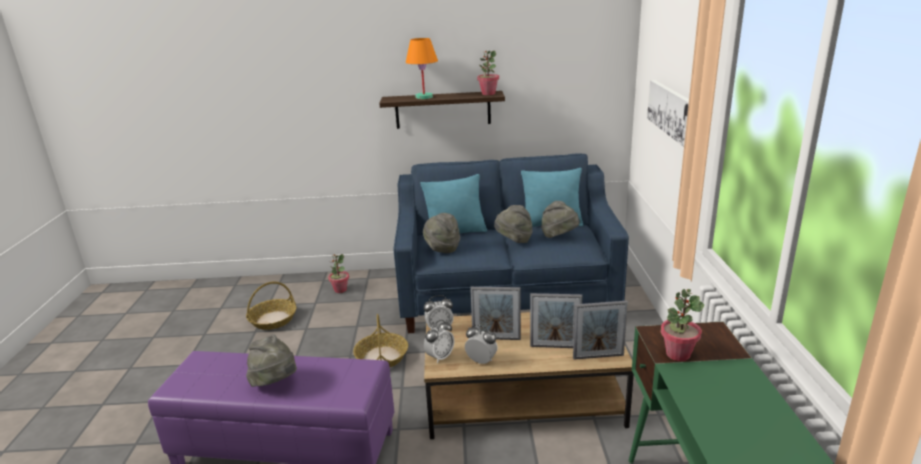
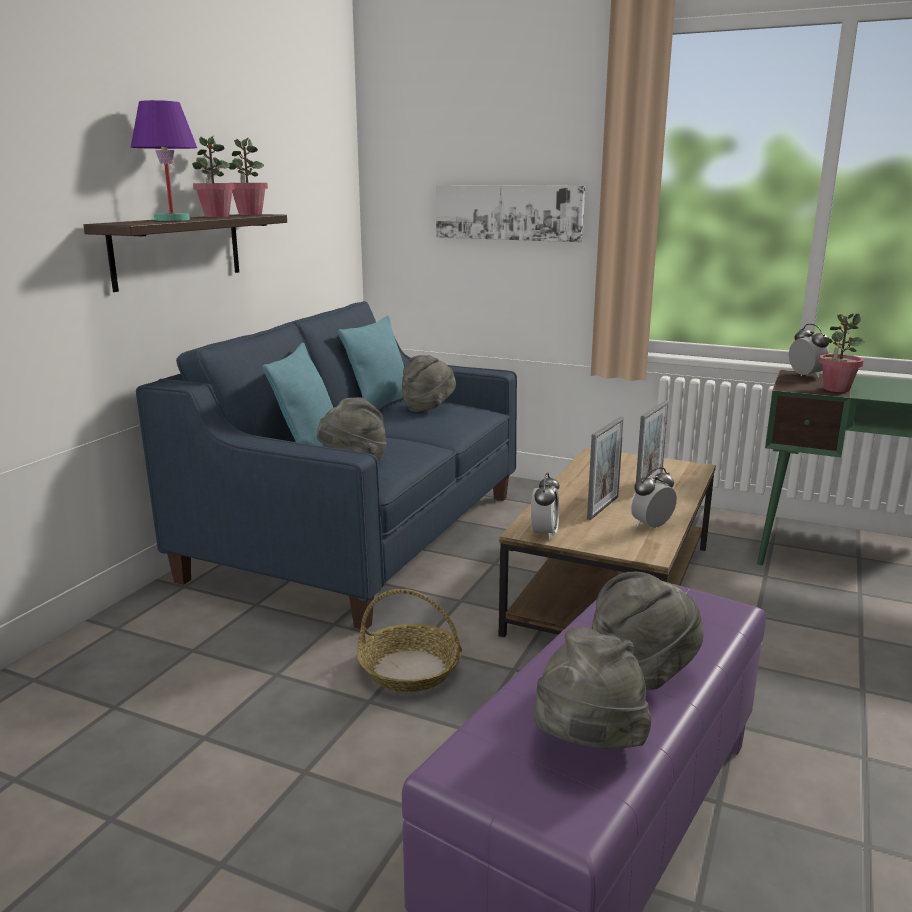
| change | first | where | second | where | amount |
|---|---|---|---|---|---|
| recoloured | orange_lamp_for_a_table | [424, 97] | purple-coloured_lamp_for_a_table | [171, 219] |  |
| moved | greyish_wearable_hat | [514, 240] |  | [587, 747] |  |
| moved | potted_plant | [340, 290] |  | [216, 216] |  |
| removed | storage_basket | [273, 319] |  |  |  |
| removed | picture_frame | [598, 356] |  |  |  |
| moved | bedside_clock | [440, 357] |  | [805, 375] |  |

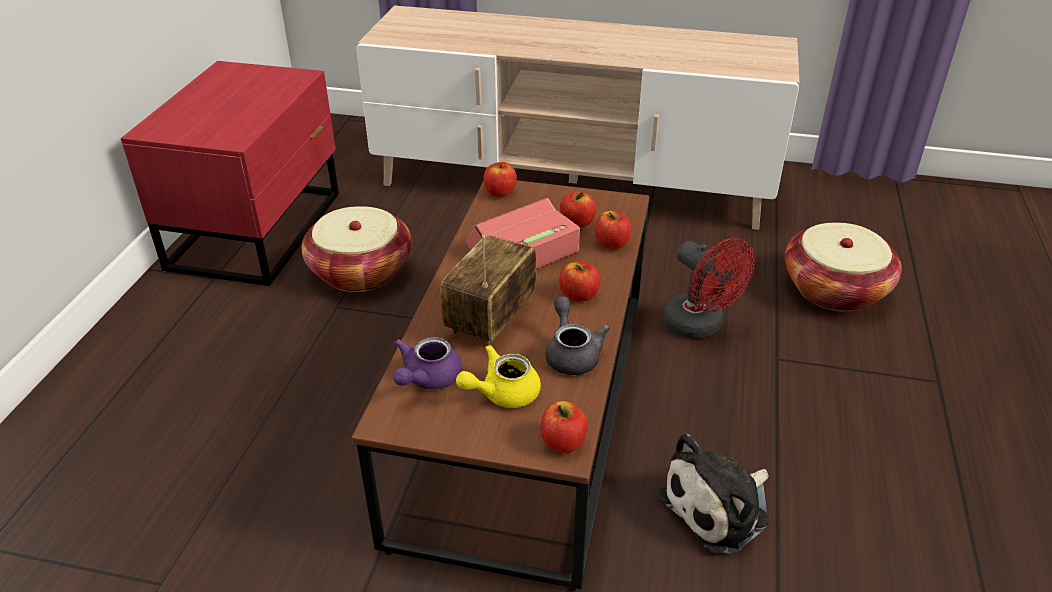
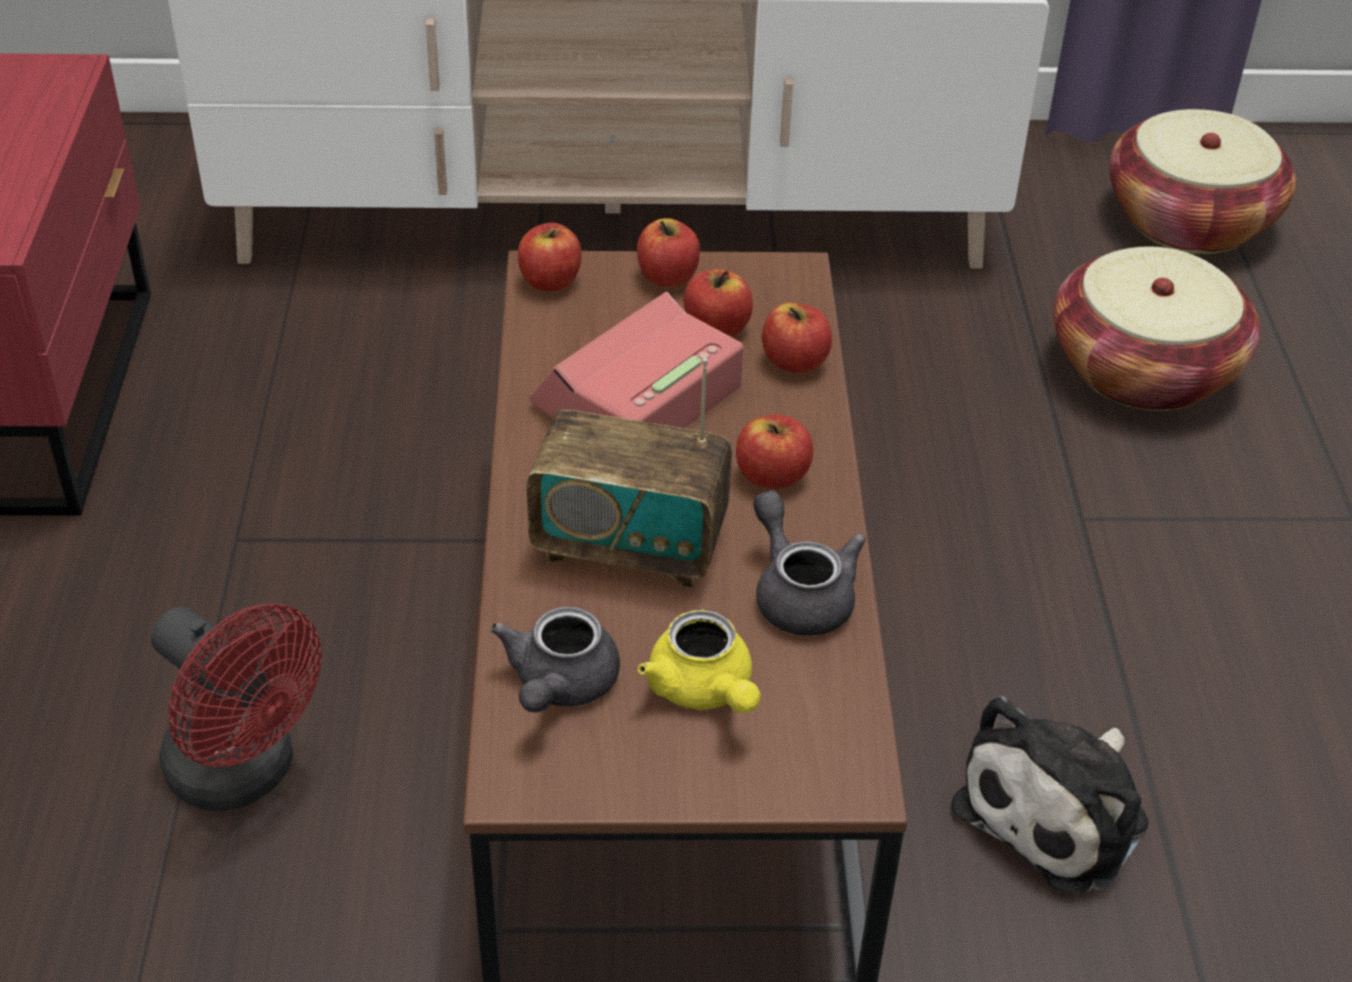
| change | first | where | second | where | amount |
|---|---|---|---|---|---|
| moved | storage_basket | [360, 271] |  | [1189, 220] |  |
| turned | radio_set | [491, 318] |  | [630, 546] | 90 degrees counterclockwise |
| moved | red-coloured_electric_fan | [700, 326] |  | [245, 774] |  |
| recoloured | purple-coloured_pot_for_tea | [427, 379] | greyish_pot_for_tea | [558, 686] |  |
| turned | yellow_pot_for_tea | [502, 393] |  | [704, 691] | 75 degrees counterclockwise |
| moved | apple_fruit | [563, 442] |  | [668, 277] |  |

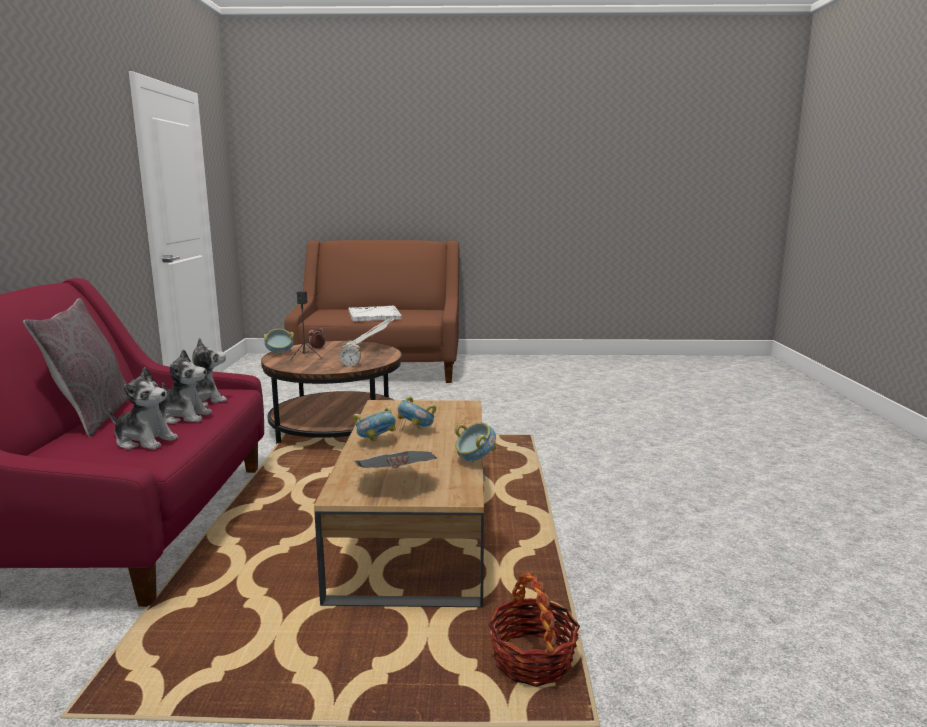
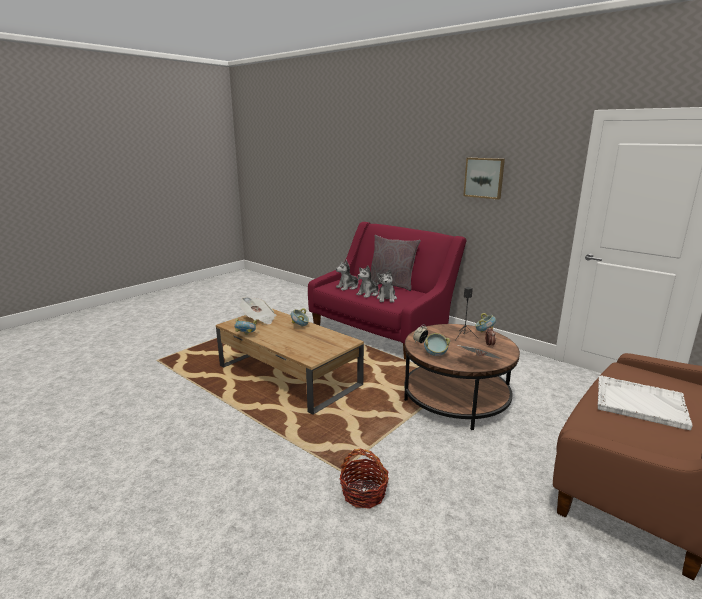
| change | first | where | second | where | amount |
|---|---|---|---|---|---|
| moved | serving_bowl | [416, 430] |  | [435, 355] |  |
| moved | storage_basket | [532, 660] |  | [364, 493] |  |
| added |  |  | wall_picture | [484, 178] |  |

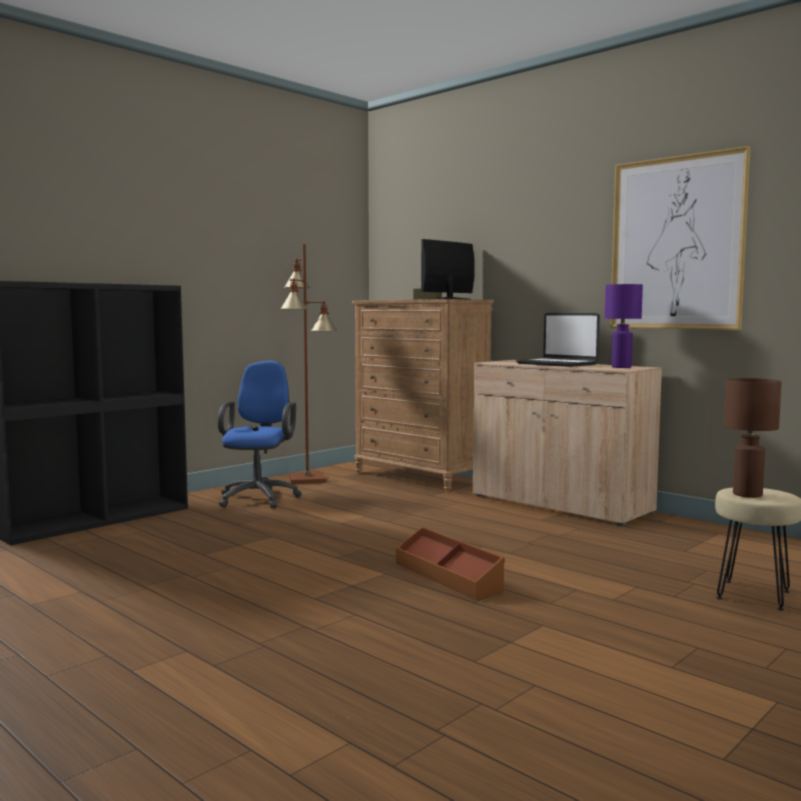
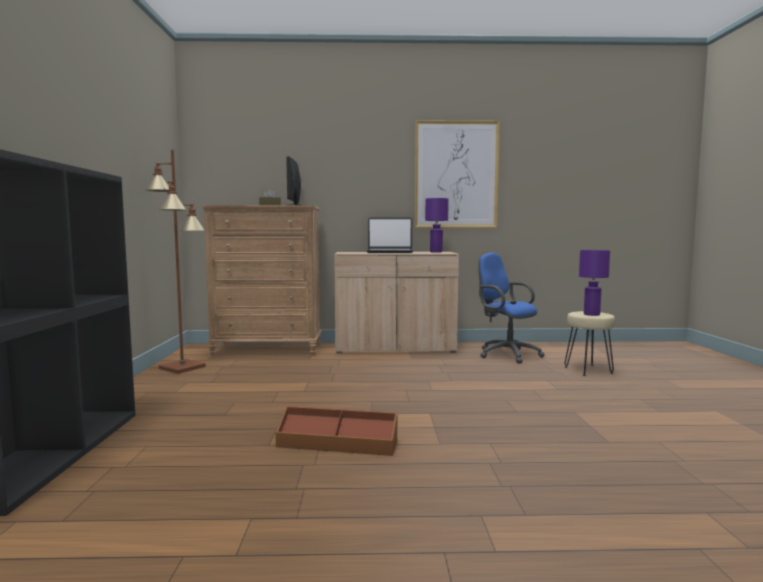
| change | first | where | second | where | amount |
|---|---|---|---|---|---|
| moved | bluish_computer_chair | [259, 497] |  | [505, 354] |  |
| recoloured | brown-coloured_lamp_for_a_table | [748, 495] | purple-coloured_lamp_for_a_table | [592, 314] |  |
| moved | brown-coloured_storage_bin | [448, 576] |  | [337, 443] |  |

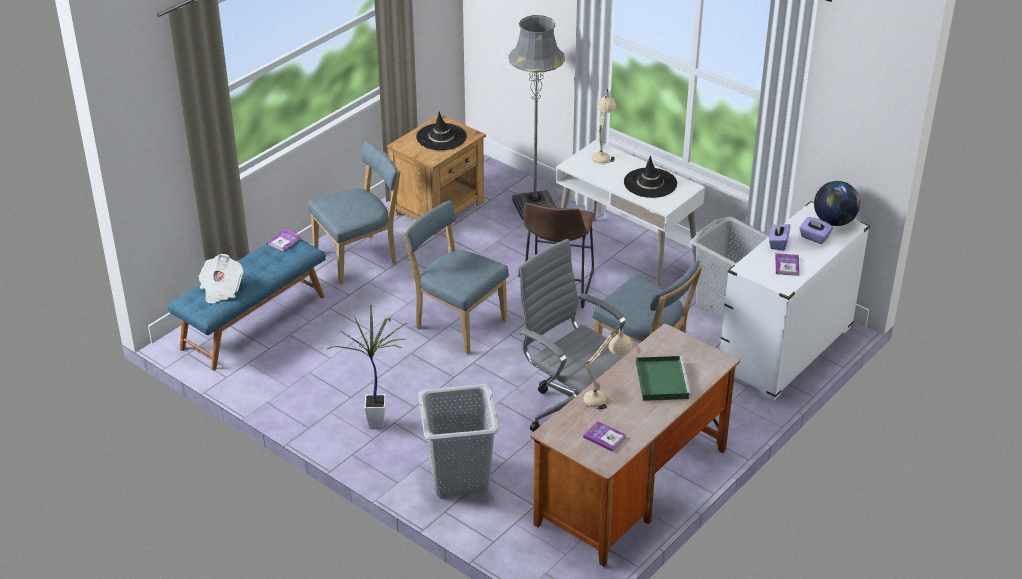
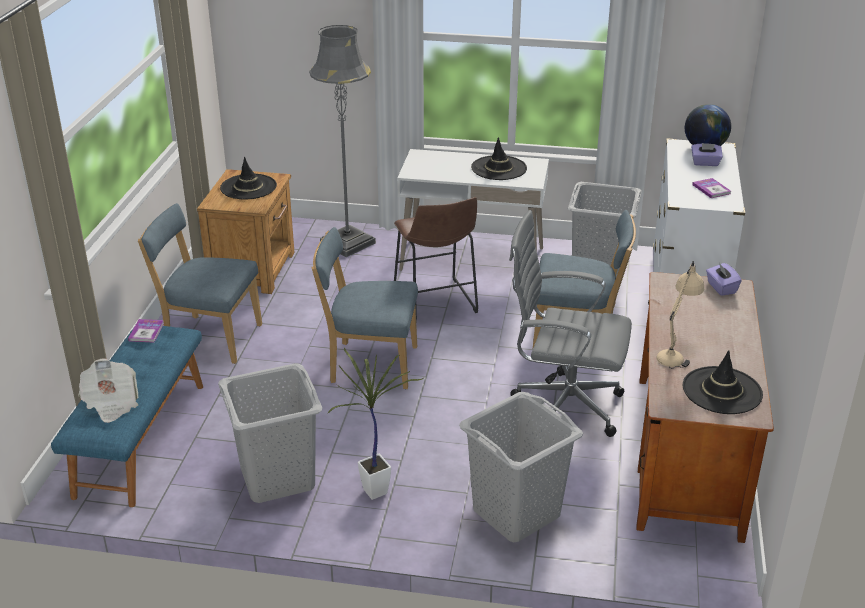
| change | first | where | second | where | amount |
|---|---|---|---|---|---|
| removed | sand-coloured_lamp_for_a_table | [603, 153] |  |  |  |
| turned | bluish_upright_chair | [359, 258] |  | [210, 338] | 105 degrees counterclockwise |
| moved | purple-coloured_box_of_tissues | [778, 243] |  | [721, 288] |  |
| removed | greenish_serving_tray | [661, 380] |  |  |  |
| replaced | volume | [604, 437] | black-coloured_wearable_hat | [722, 391] |  |
| added |  |  | greyish_hamper | [277, 477] |  |

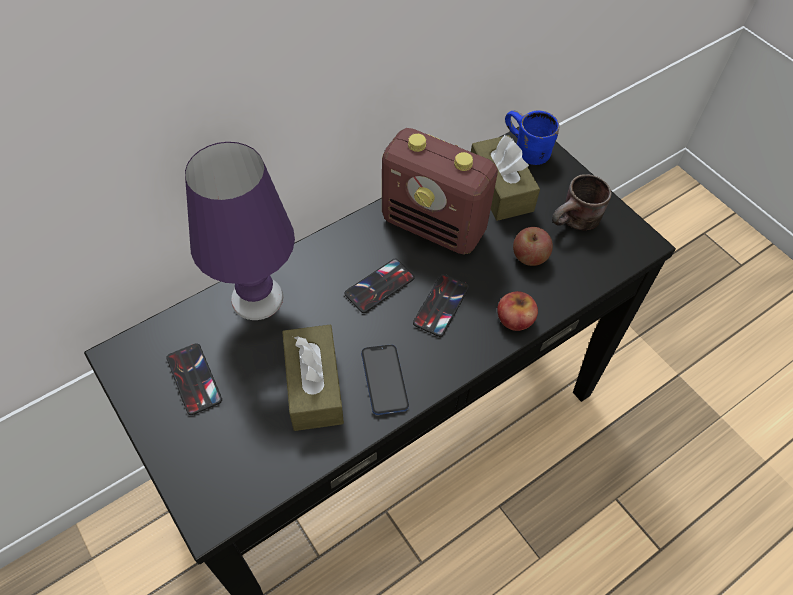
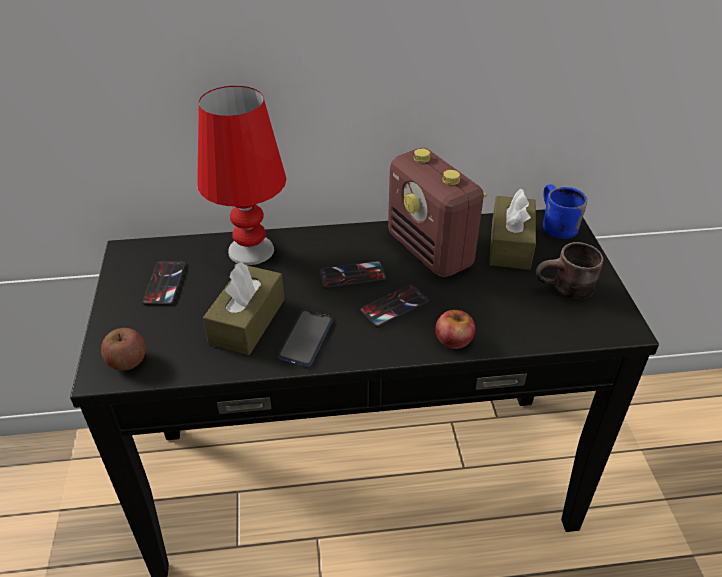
| change | first | where | second | where | amount |
|---|---|---|---|---|---|
| recoloured | purple-coloured_lamp_for_a_table | [256, 298] | red-coloured_lamp_for_a_table | [250, 250] |  |
| moved | apple_fruit | [529, 256] |  | [127, 361] |  |

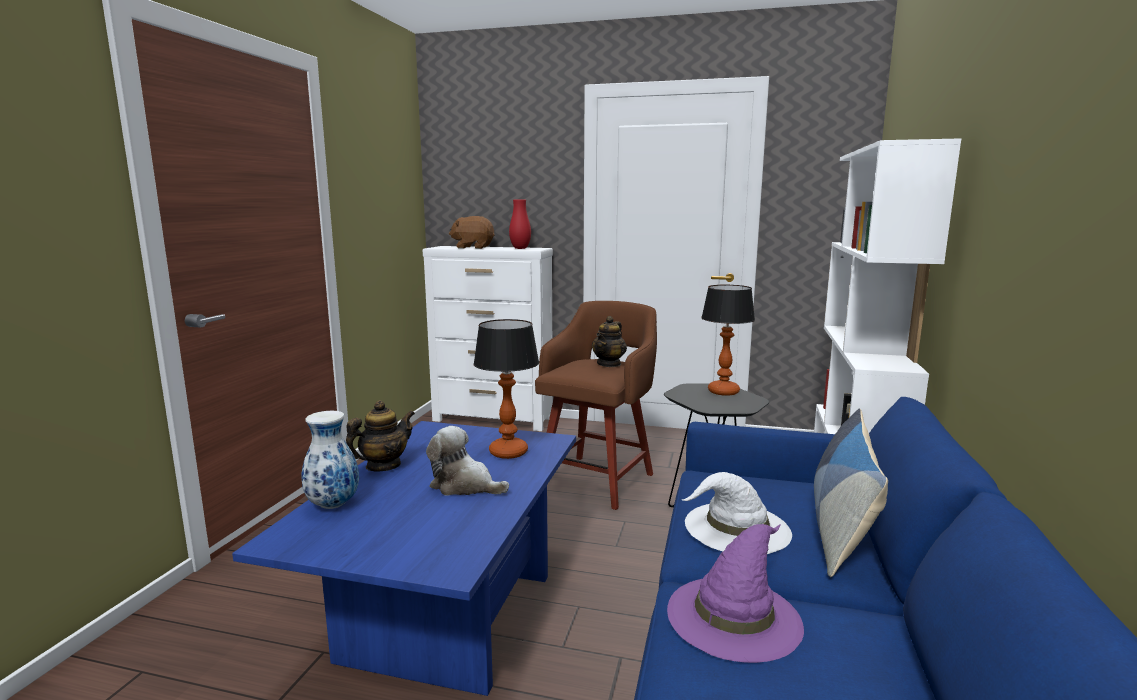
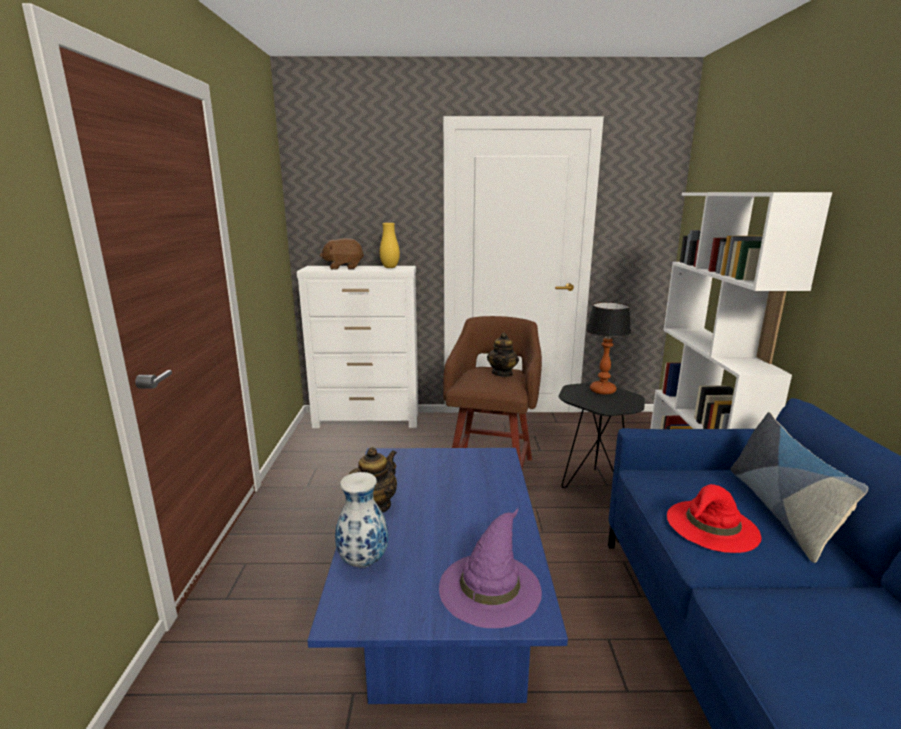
| change | first | where | second | where | amount |
|---|---|---|---|---|---|
| recoloured | red-coloured_flower_vase | [520, 248] | yellow_flower_vase | [390, 267] |  |
| removed | lamp_for_a_table | [507, 452] |  |  |  |
| removed | plush_toy | [464, 486] |  |  |  |
| recoloured | whitish_wearable_hat | [736, 528] | red-coloured_wearable_hat | [712, 526] |  |
| moved | purple-coloured_wearable_hat | [734, 615] |  | [490, 586] |  |

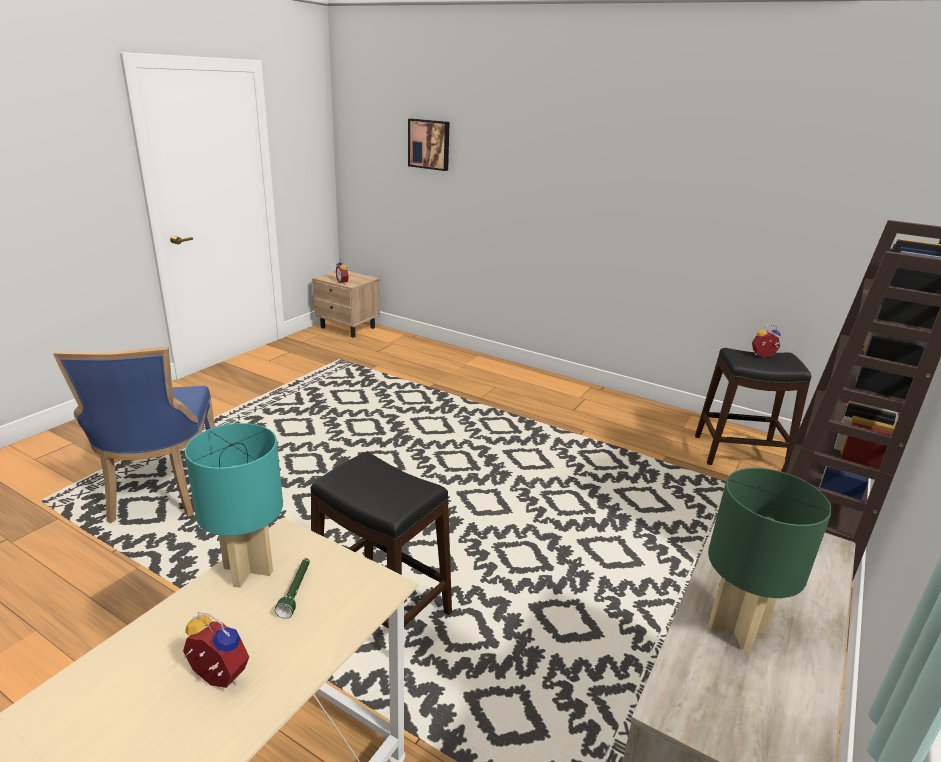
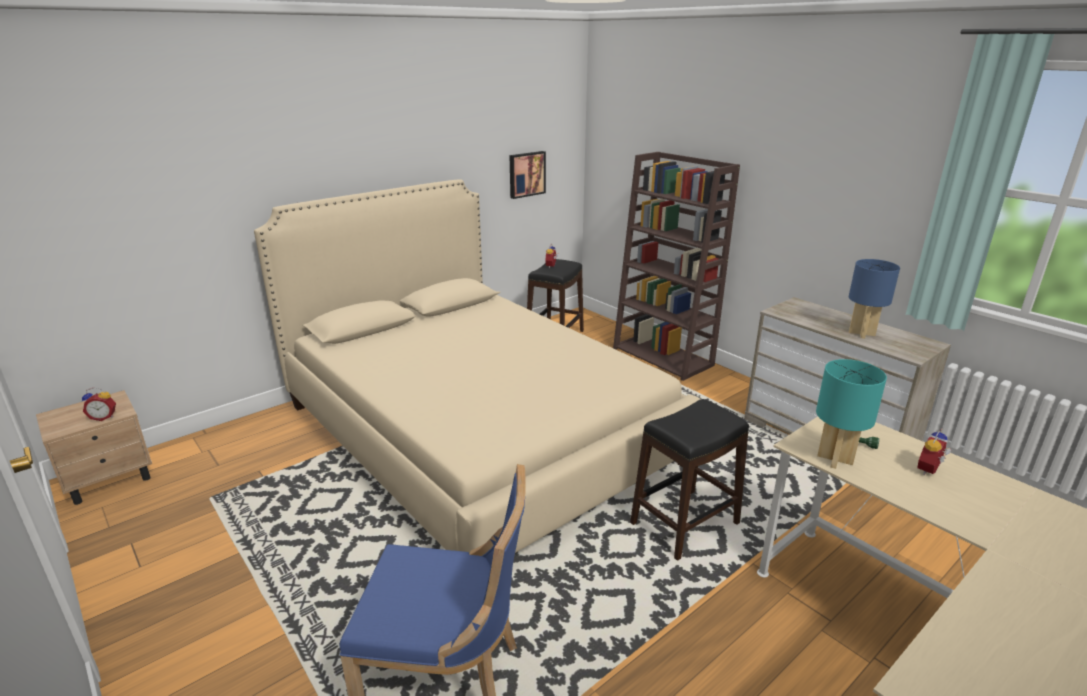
| change | first | where | second | where | amount |
|---|---|---|---|---|---|
| moved | wall_picture | [429, 144] |  | [526, 174] |  |
| recoloured | greenish_lamp_for_a_table | [735, 628] | bluish_lamp_for_a_table | [861, 333] |  |
| added |  |  | sand-coloured_bed | [476, 433] |  |

